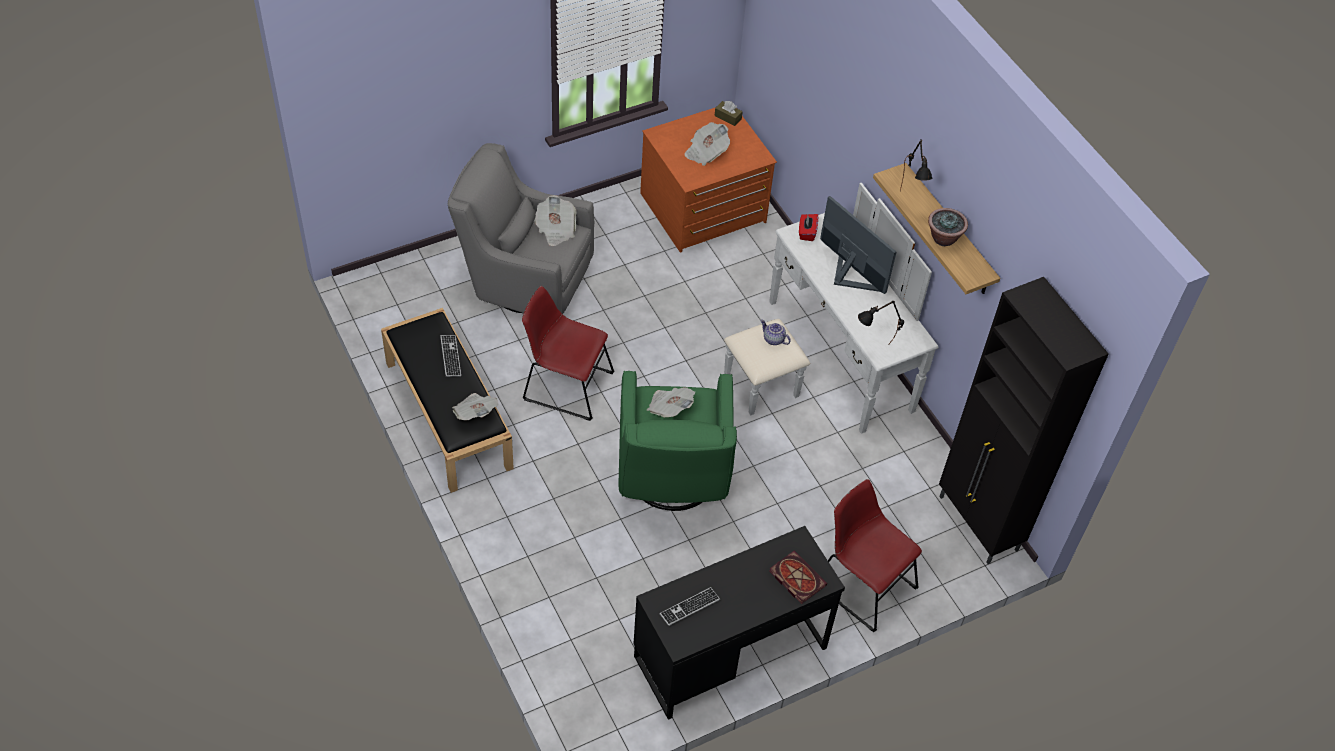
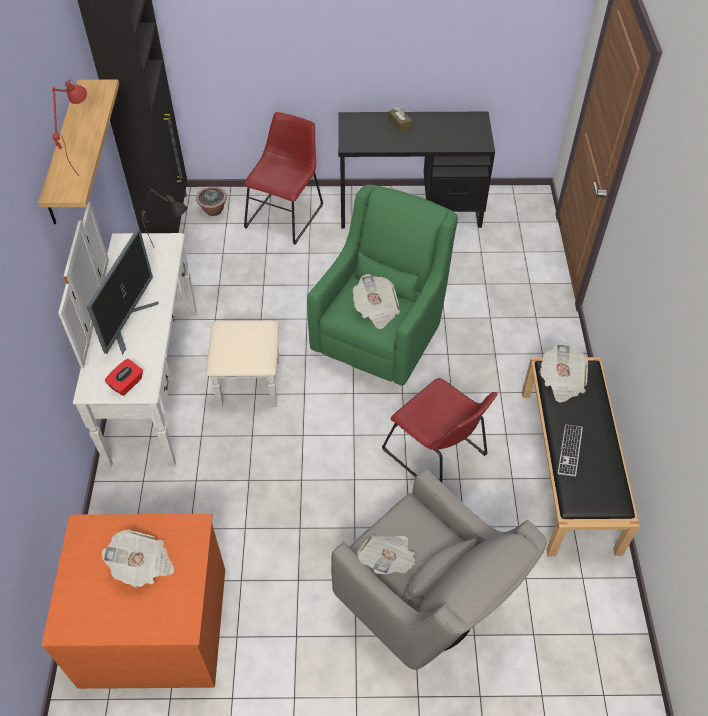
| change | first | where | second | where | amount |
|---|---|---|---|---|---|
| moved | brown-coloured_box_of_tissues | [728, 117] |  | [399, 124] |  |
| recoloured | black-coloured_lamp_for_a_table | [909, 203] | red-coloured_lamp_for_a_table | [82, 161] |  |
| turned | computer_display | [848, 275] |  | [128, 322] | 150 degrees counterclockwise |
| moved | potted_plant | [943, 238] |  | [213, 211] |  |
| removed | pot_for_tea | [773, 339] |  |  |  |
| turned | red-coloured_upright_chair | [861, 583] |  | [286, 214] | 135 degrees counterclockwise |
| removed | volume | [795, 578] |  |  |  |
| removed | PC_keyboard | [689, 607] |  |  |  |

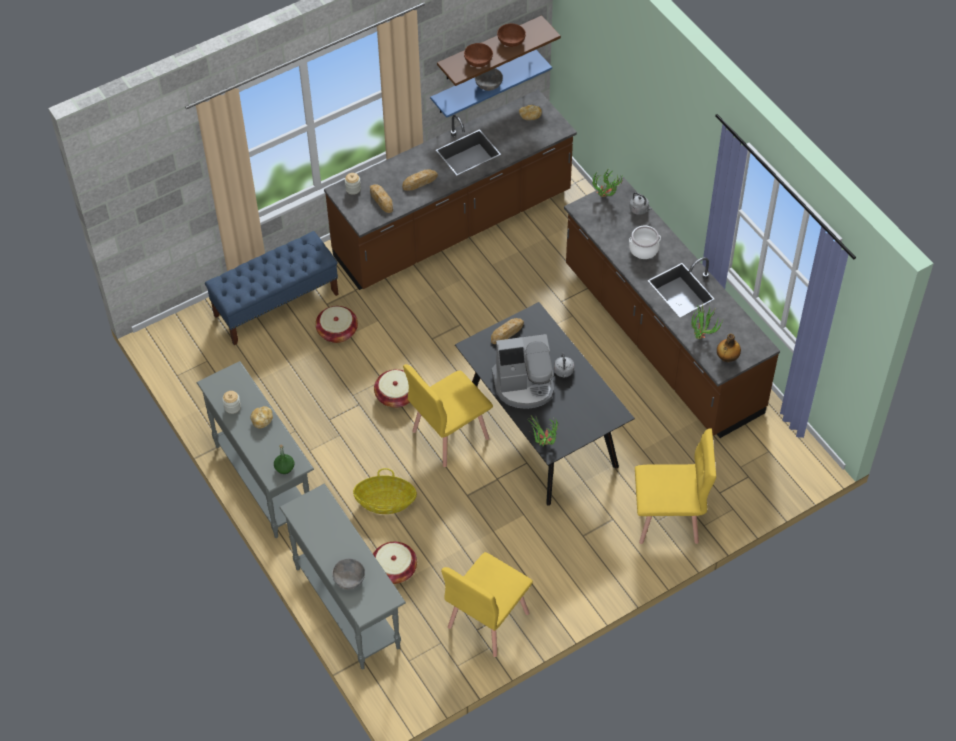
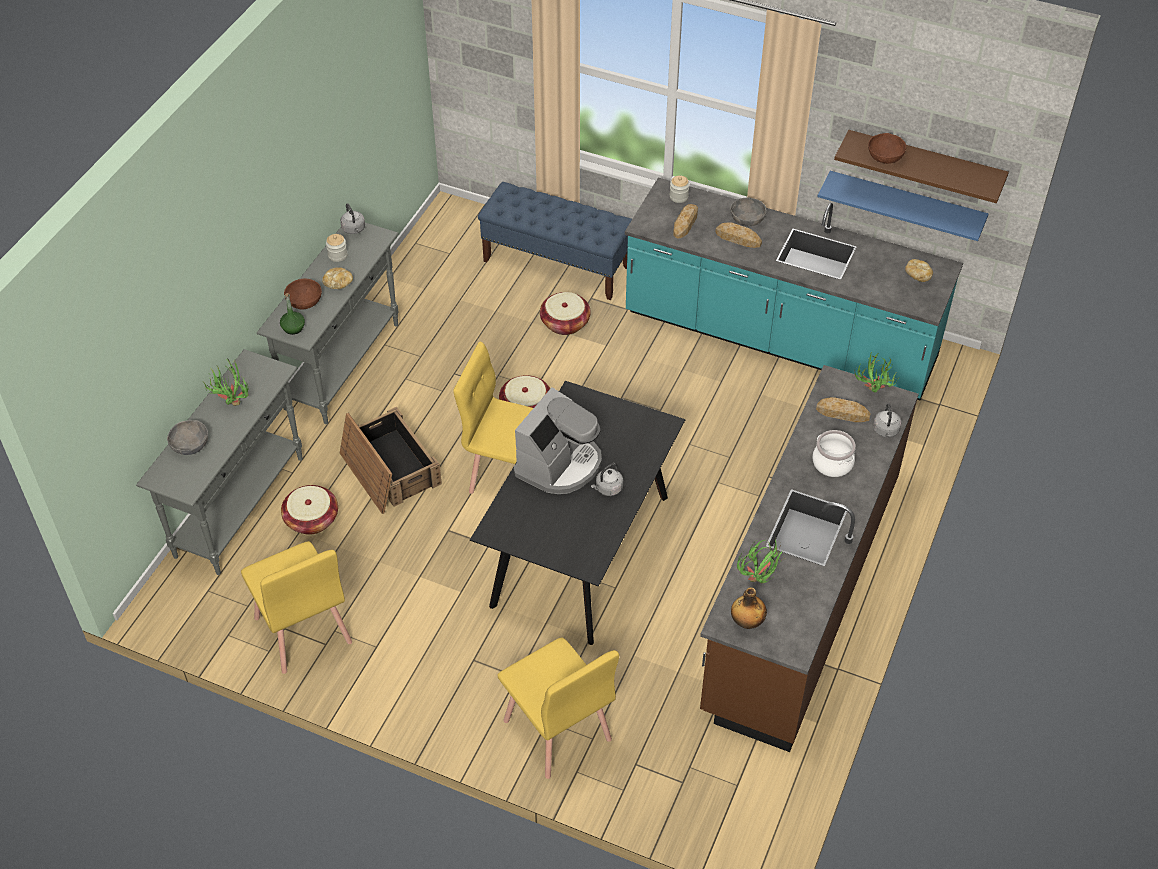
| change | first | where | second | where | amount |
|---|---|---|---|---|---|
| moved | brown-coloured_serving_bowl | [511, 41] |  | [304, 302] |  |
| moved | greyish_serving_bowl | [488, 85] |  | [747, 220] |  |
| recoloured | brown-coloured_counter | [453, 226] | blue-green_counter | [779, 339] |  |
| moved | bread | [507, 332] |  | [842, 413] |  |
| turned | coffee_brewer | [524, 385] |  | [560, 464] | 105 degrees counterclockwise |
| moved | potted_plant | [543, 445] |  | [231, 403] |  |
| replaced | storage_basket | [385, 502] | packing_crate | [389, 469] |  |
| turned | yellow_upright_chair | [487, 620] |  | [302, 631] | 120 degrees counterclockwise |
| added |  |  | greyish_water_kettle | [354, 229] |  |

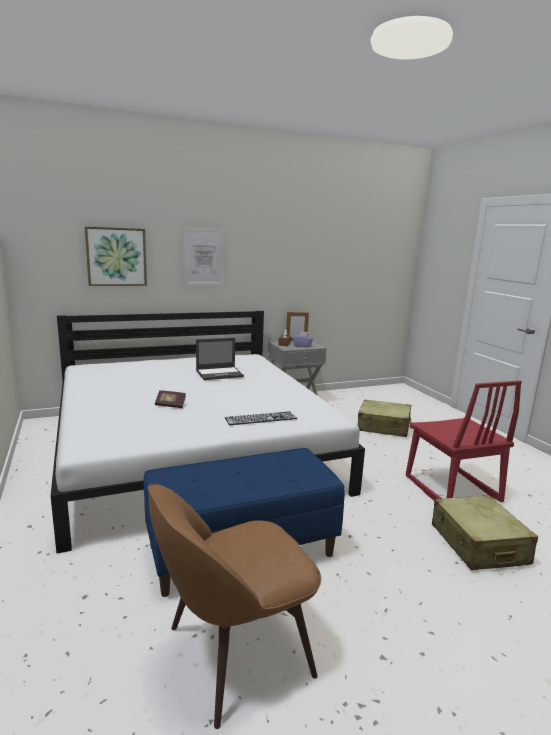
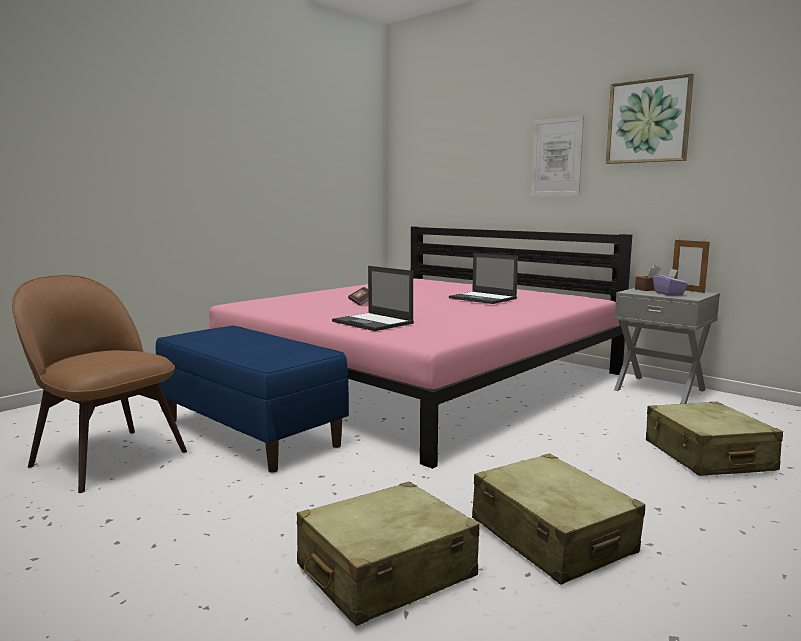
| change | first | where | second | where | amount |
|---|---|---|---|---|---|
| moved | wall_picture | [116, 257] |  | [648, 121] |  |
| recoloured | whitish_bed | [192, 449] | pink-coloured_bed | [420, 378] |  |
| replaced | red-coloured_upright_chair | [451, 489] | sand-coloured_travel_case | [552, 536] |  |
| replaced | PC_keyboard | [261, 418] | portable_computer | [373, 322] |  |

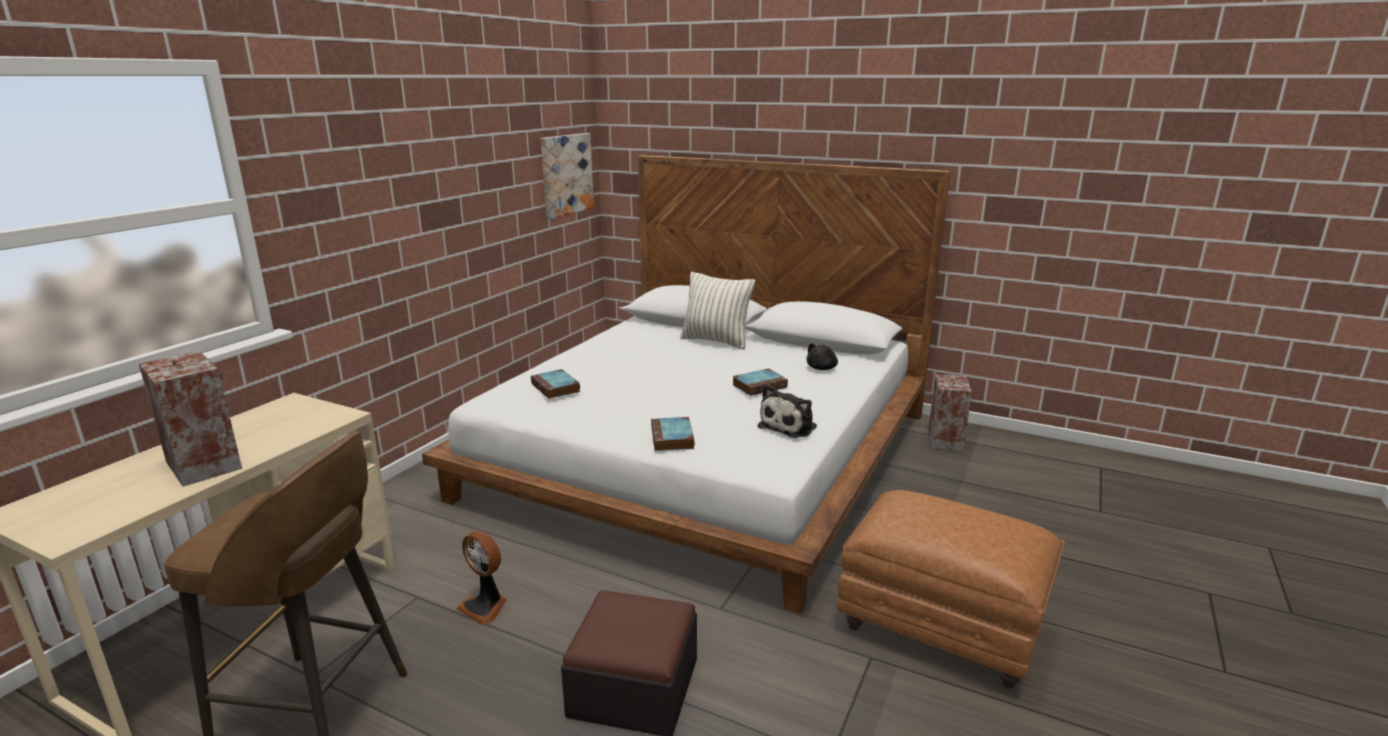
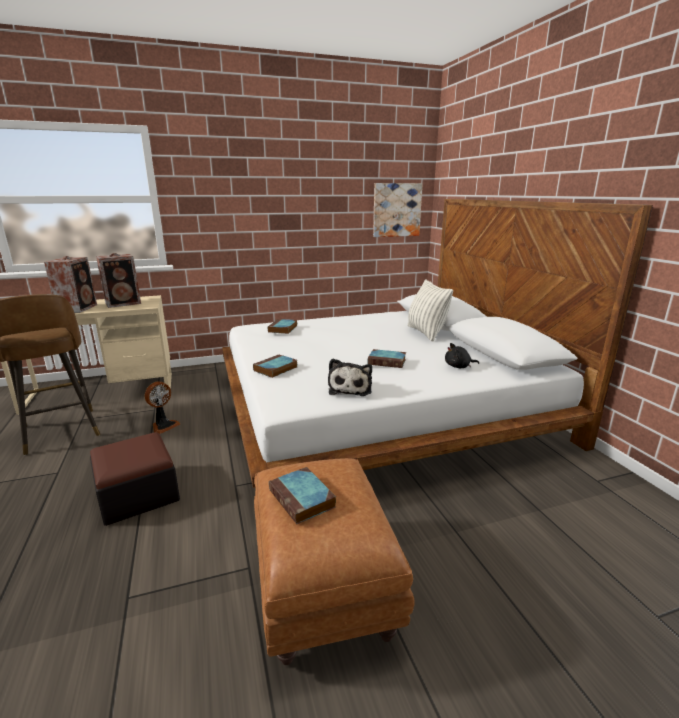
| change | first | where | second | where | amount |
|---|---|---|---|---|---|
| moved | speaker | [945, 440] |  | [124, 303] |  |
| turned | plush_toy | [790, 426] |  | [350, 388] | 75 degrees counterclockwise |
| turned | electric_fan | [485, 606] |  | [163, 426] | 135 degrees counterclockwise |
| added |  |  | volume | [303, 499] |  |

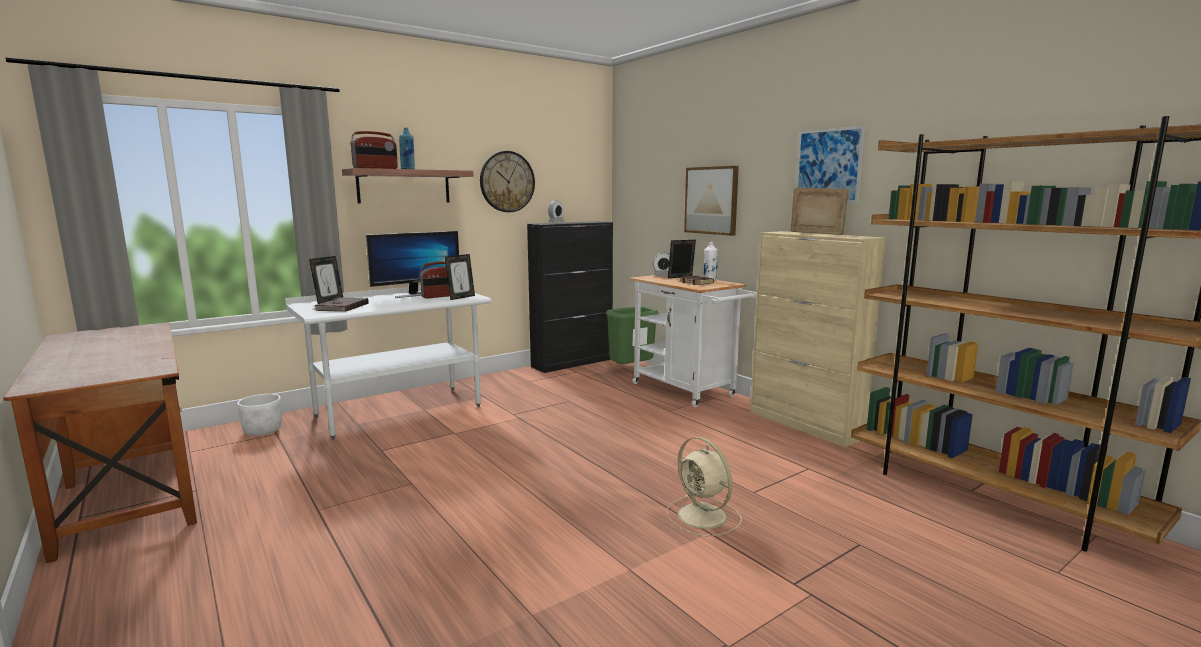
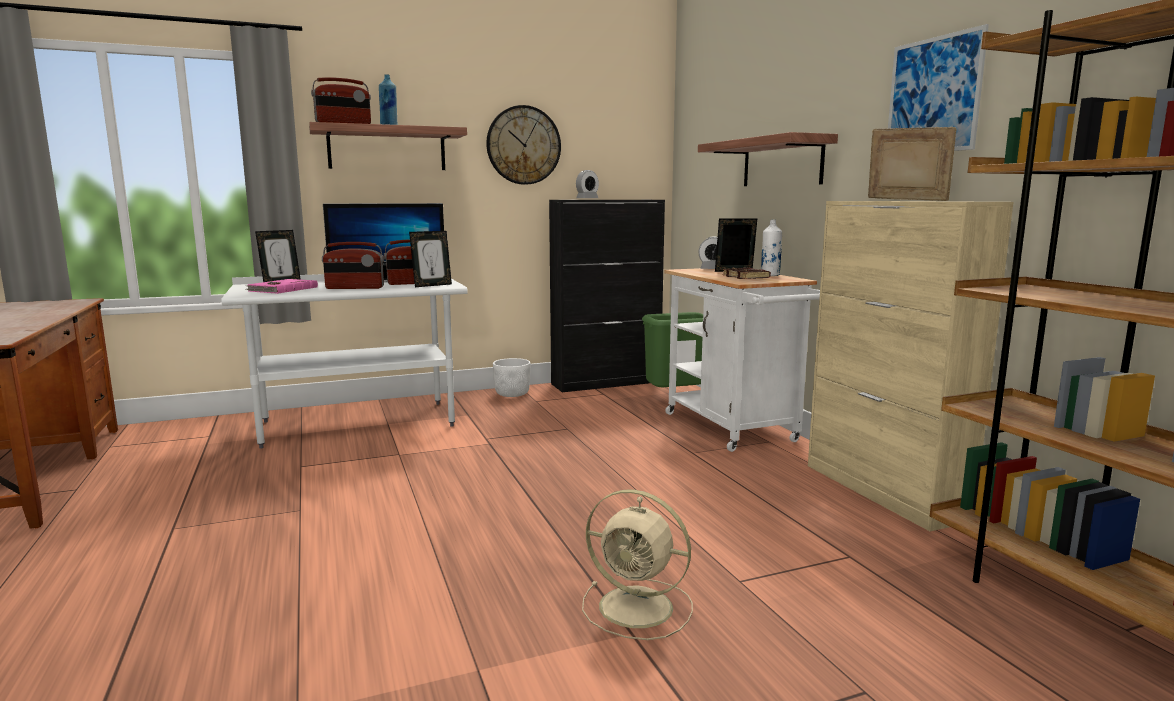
| change | first | where | second | where | amount |
|---|---|---|---|---|---|
| replaced | wall_picture | [711, 200] | bracket_shelf | [782, 163] |  |
| recoloured | brown-coloured_volume | [341, 307] | pink-coloured_volume | [282, 289] |  |
| moved | whitish_planter | [263, 431] |  | [512, 394] |  |
| turned | sand-coloured_electric_fan | [703, 517] |  | [639, 608] | 45 degrees counterclockwise |
| added |  |  | radio_set | [355, 288] |  |

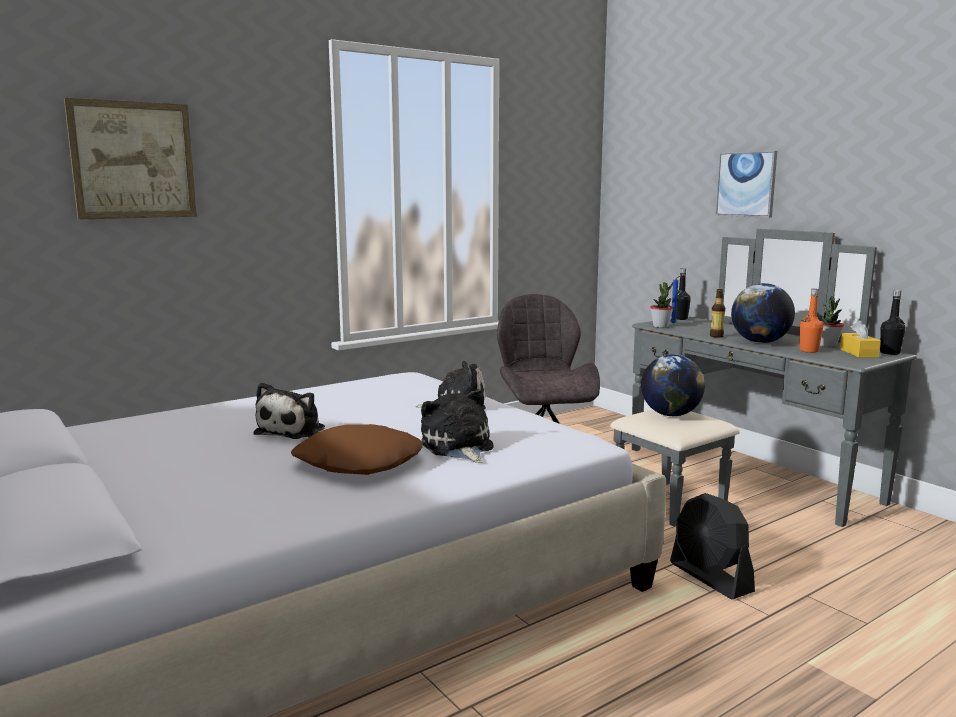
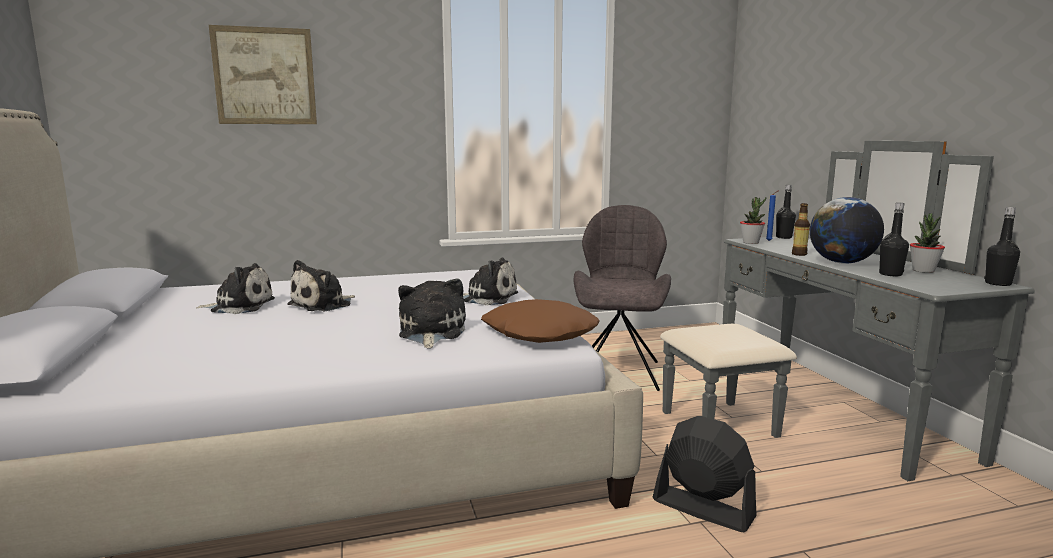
| change | first | where | second | where | amount |
|---|---|---|---|---|---|
| removed | wall_picture | [746, 184] |  |  |  |
| recoloured | orange_beverage_bottle | [809, 351] | black-coloured_beverage_bottle | [890, 274] |  |
| removed | yellow_box_of_tissues | [858, 353] |  |  |  |
| removed | world_globe | [670, 414] |  |  |  |
| moved | brown-coloured_pillow | [358, 462] |  | [539, 333] |  |
| turned | black-coloured_electric_fan | [710, 577] |  | [702, 508] | 135 degrees clockwise |
| added |  |  | plush_toy | [240, 306] |  |

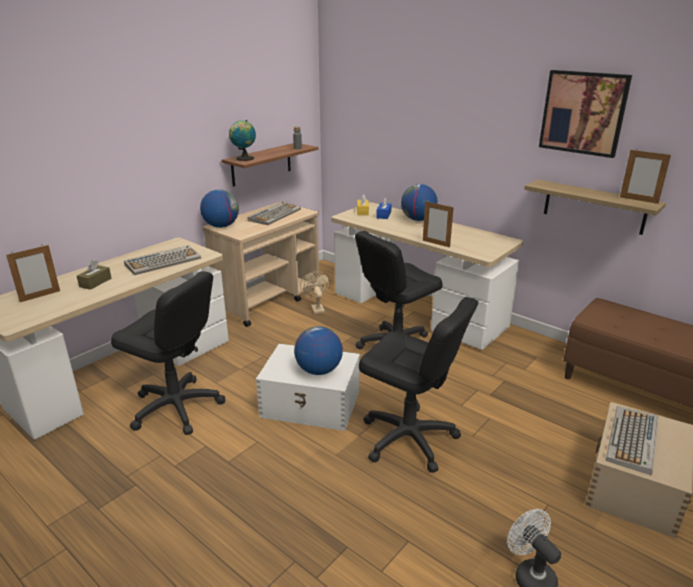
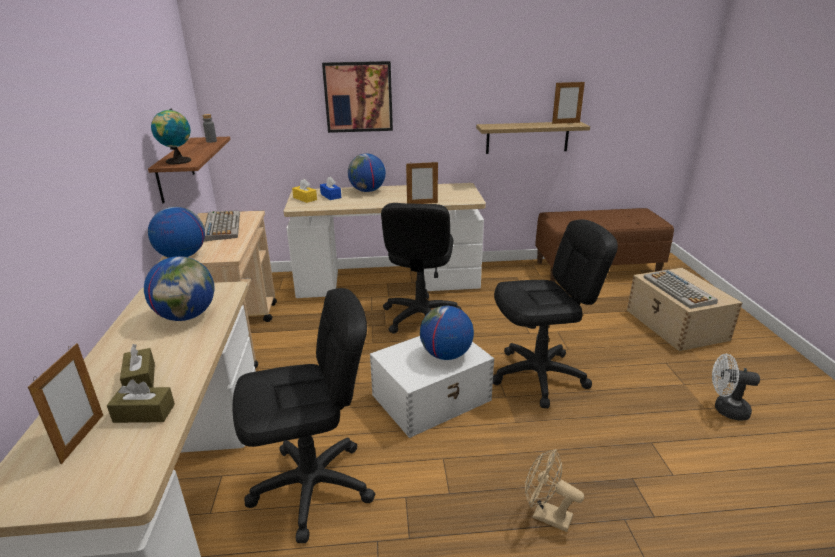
| change | first | where | second | where | amount |
|---|---|---|---|---|---|
| moved | wall_picture | [583, 113] |  | [358, 97] |  |
| replaced | PC_keyboard | [163, 261] | world_globe | [187, 316] |  |
| moved | sand-coloured_electric_fan | [316, 308] |  | [546, 515] |  |
| added |  |  | brown-coloured_box_of_tissues | [144, 413] |  |

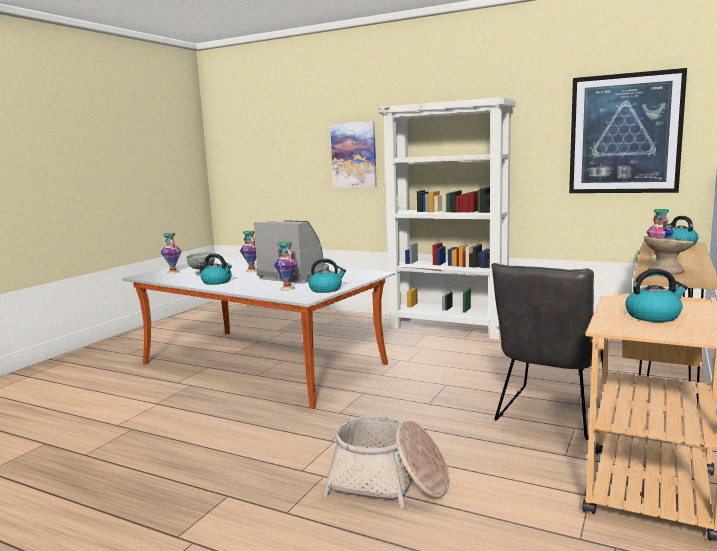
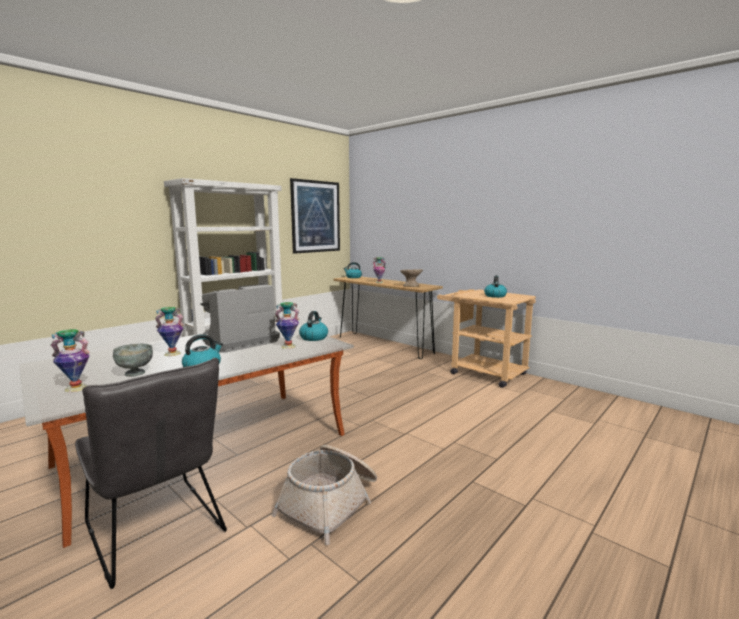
| change | first | where | second | where | amount |
|---|---|---|---|---|---|
| removed | wall_picture | [354, 155] |  |  |  |
| moved | greyish_upright_chair | [549, 415] |  | [158, 533] |  |
| moved | storage_basket | [389, 483] |  | [331, 502] |  |

